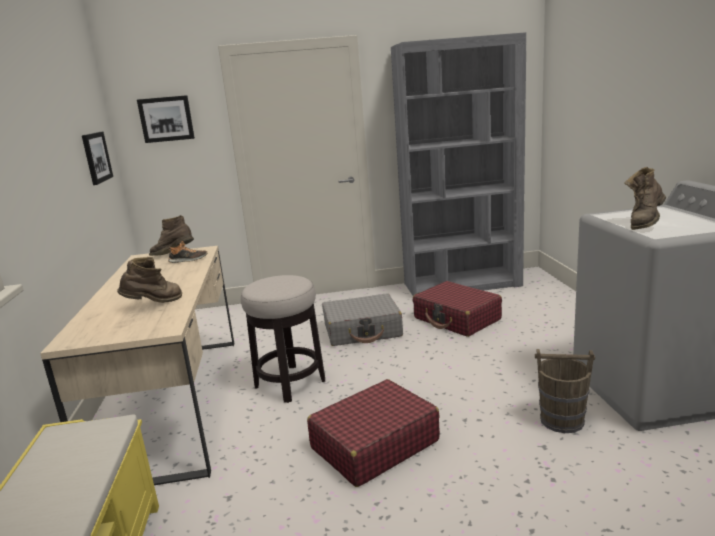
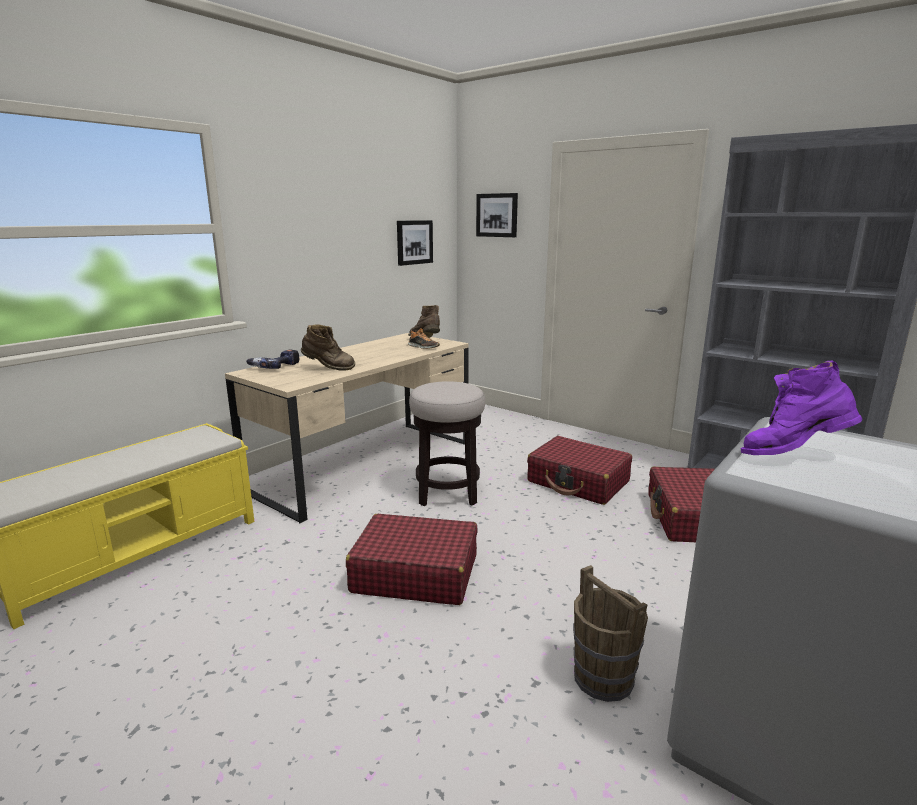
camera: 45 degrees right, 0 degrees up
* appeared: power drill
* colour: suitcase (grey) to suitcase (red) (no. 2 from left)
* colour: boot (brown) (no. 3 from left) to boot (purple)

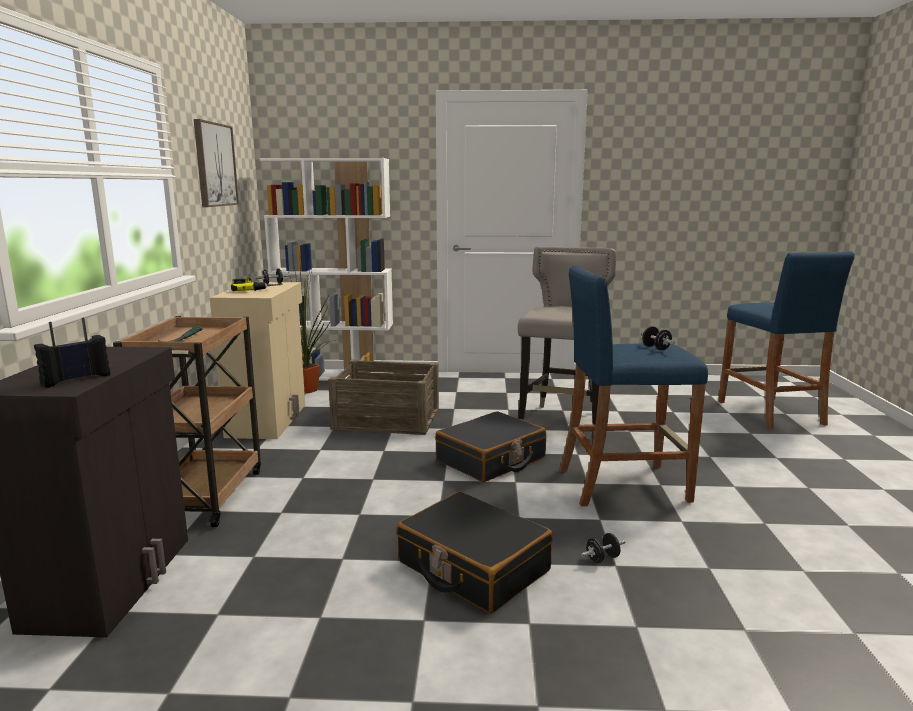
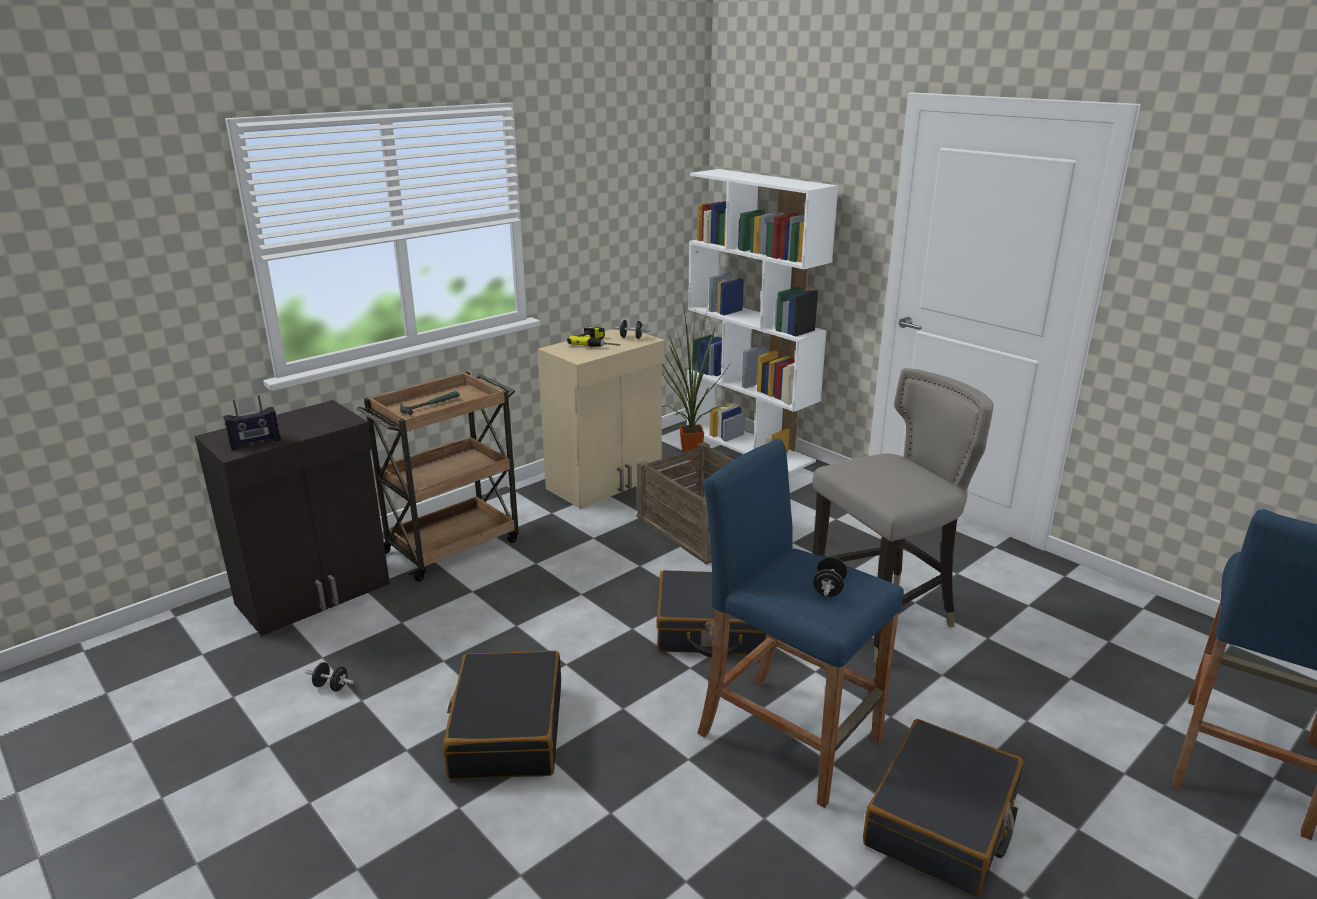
camera: 45 degrees right, 10 degrees up
* spun: radio 150 degrees clockwise
* relocated: dumbbell (black) (no. 2 from left in the first image) to dumbbell (black) (no. 1 from left)
* appeared: suitcase (black) (no. 3 from left)
* missing: picture

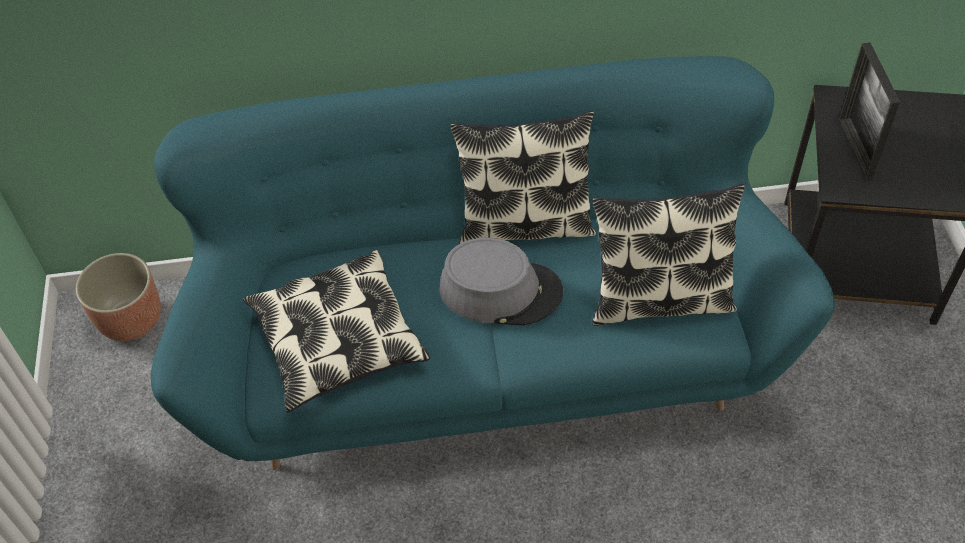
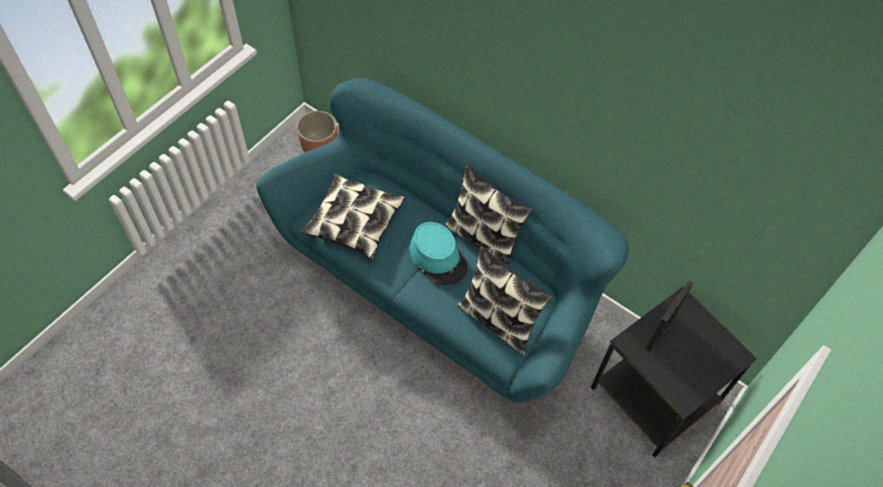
camera: 40 degrees right, 5 degrees up
* colour: hat (grey) to hat (turquoise)

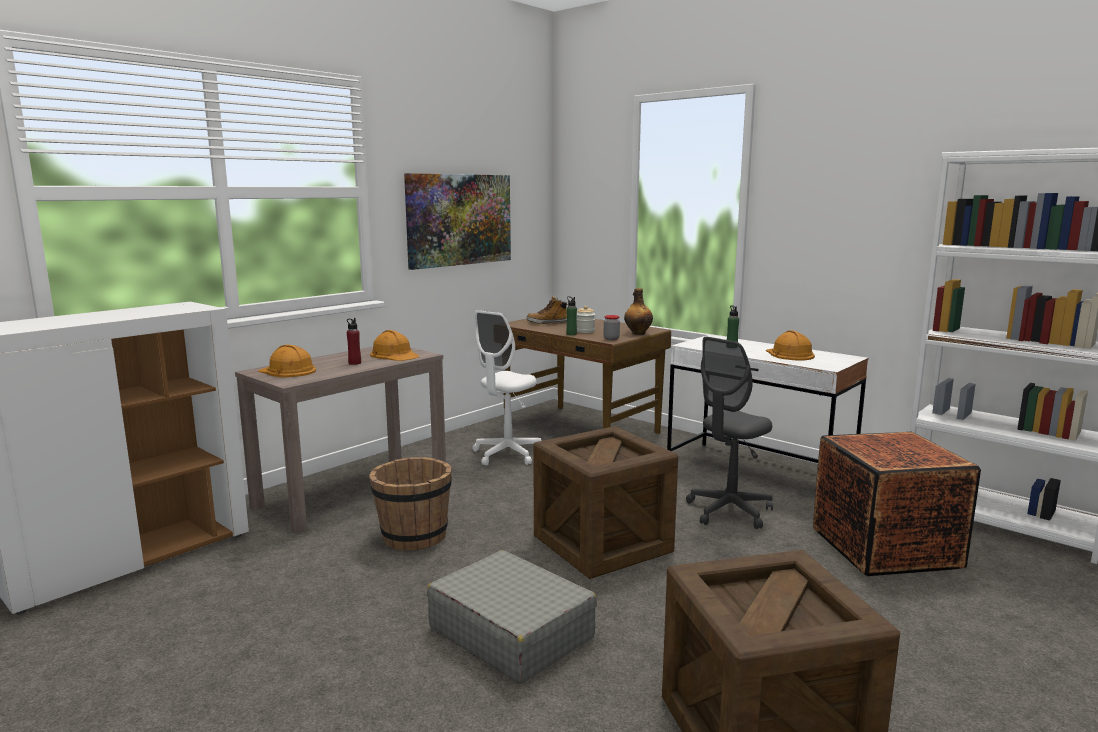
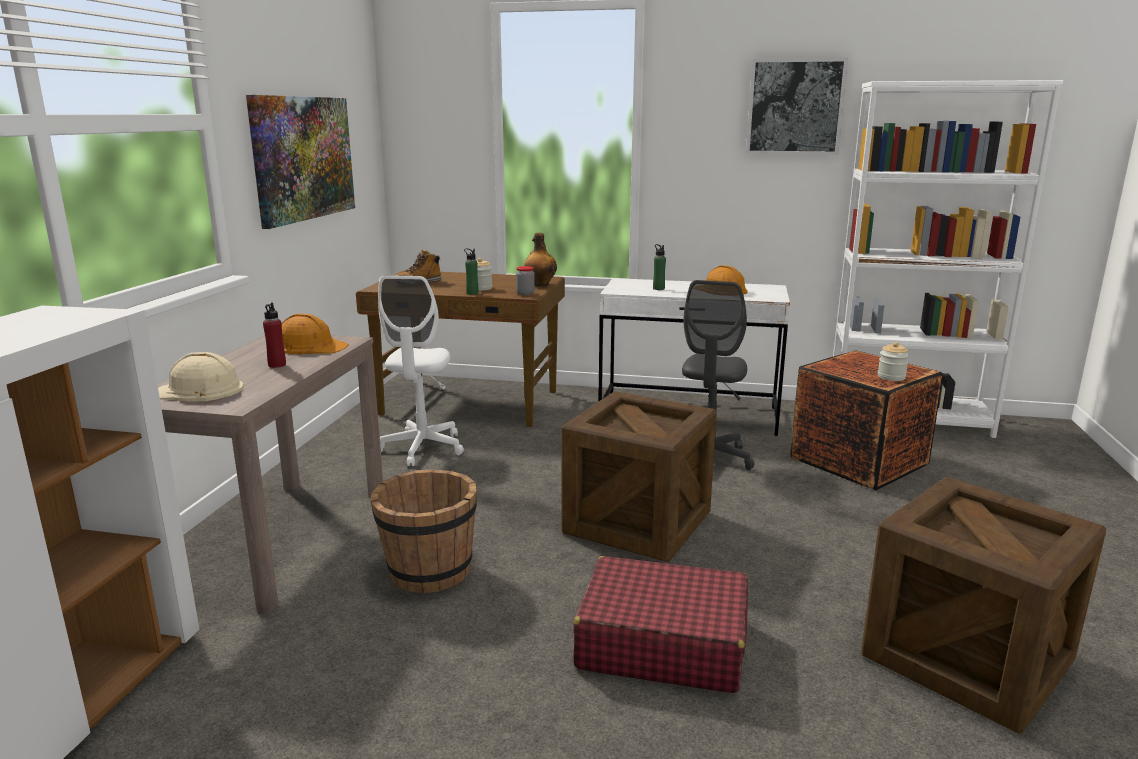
camera: 30 degrees left, 5 degrees up
* colour: hard hat (orange) (no. 1 from left) to hard hat (beige)
* colour: suitcase (grey) to suitcase (red)
* appeared: picture (no. 2 from left)
* appeared: jar (no. 3 from left)

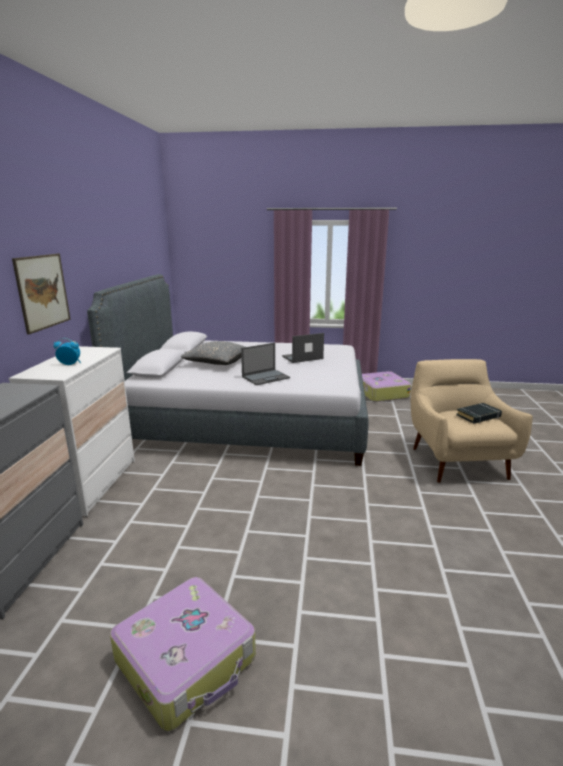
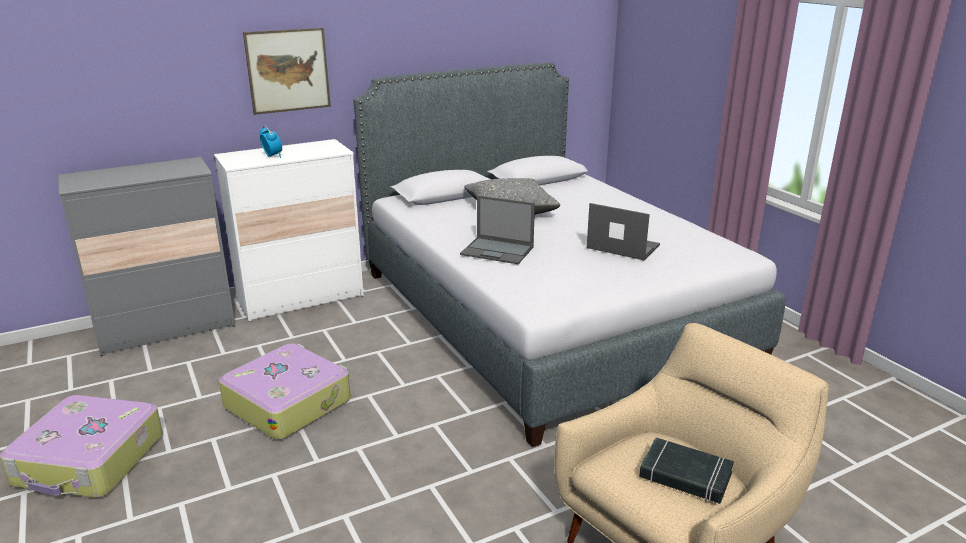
camera: 55 degrees right, 5 degrees up
* relocated: suitcase (no. 2 from left)

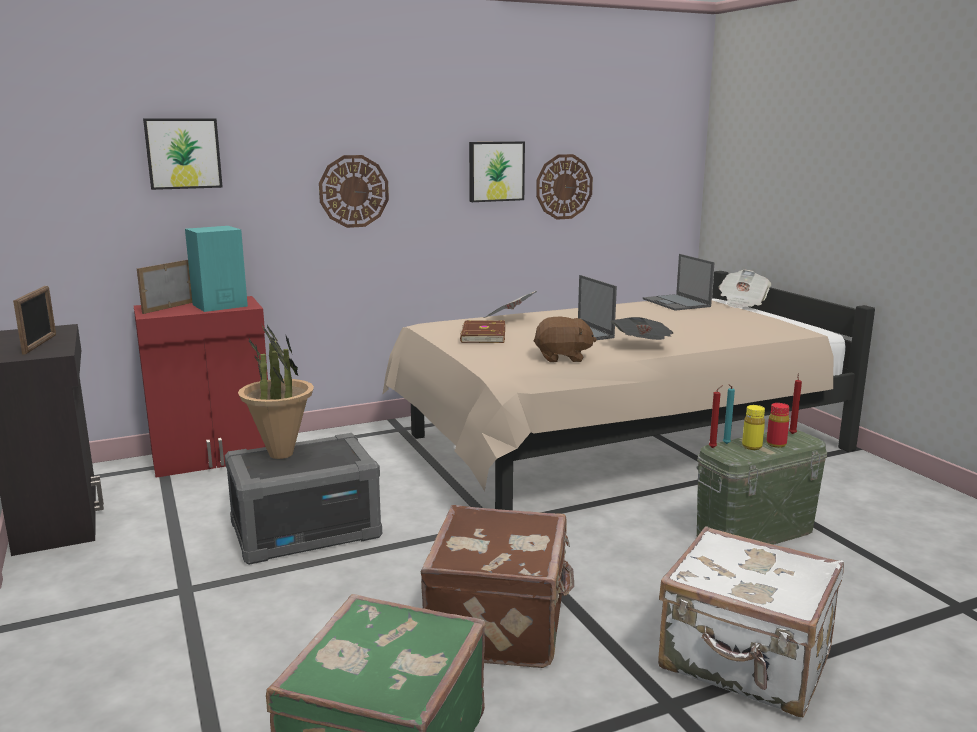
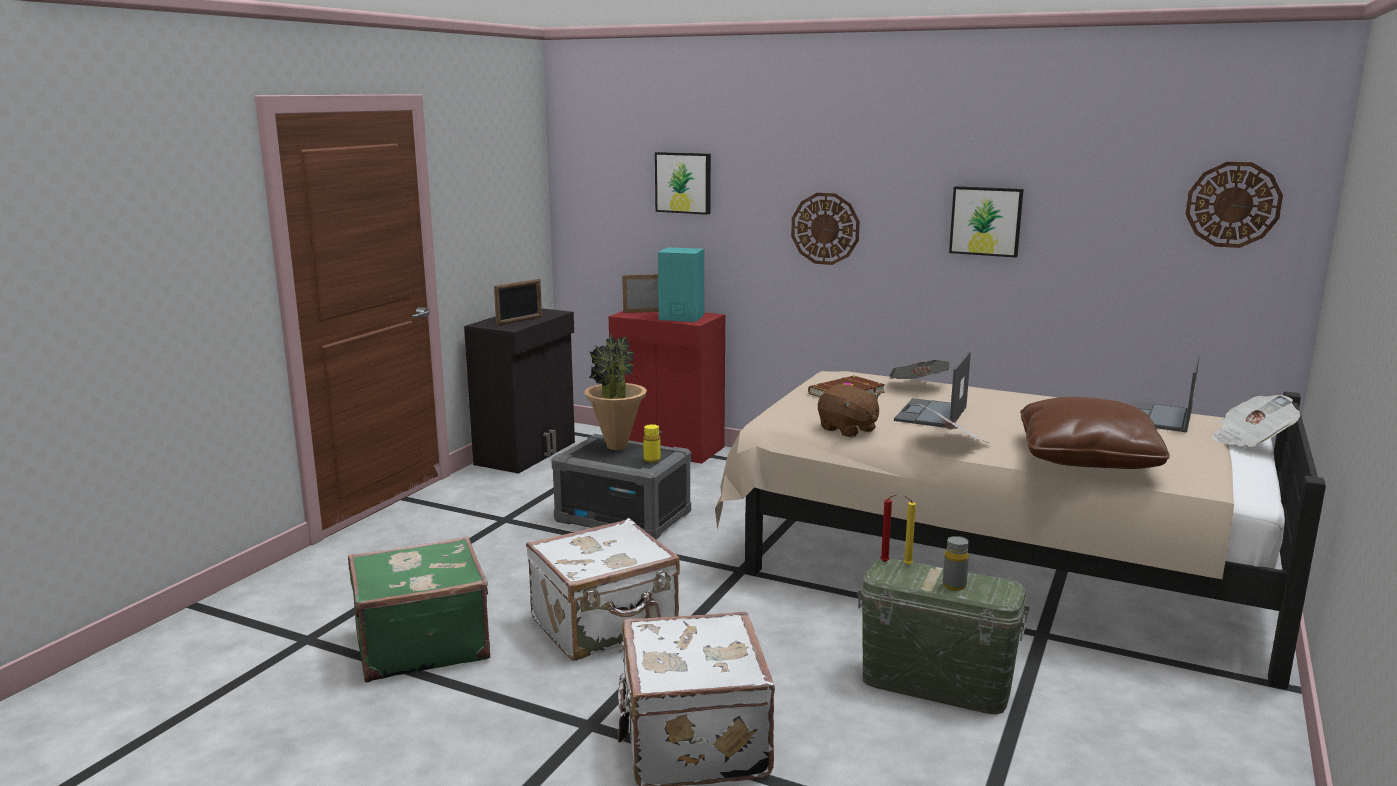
camera: 50 degrees right, 0 degrees up
* colour: suitcase (brown) to suitcase (white) (no. 1 from left)
* relocated: bottle (yellow)
* colour: candle (turquoise) to candle (yellow)
* colour: bottle (red) to bottle (grey)
* appeared: pillow (brown)
* relocated: wall clock (no. 2 from left)
* missing: candle (red) (no. 2 from left)

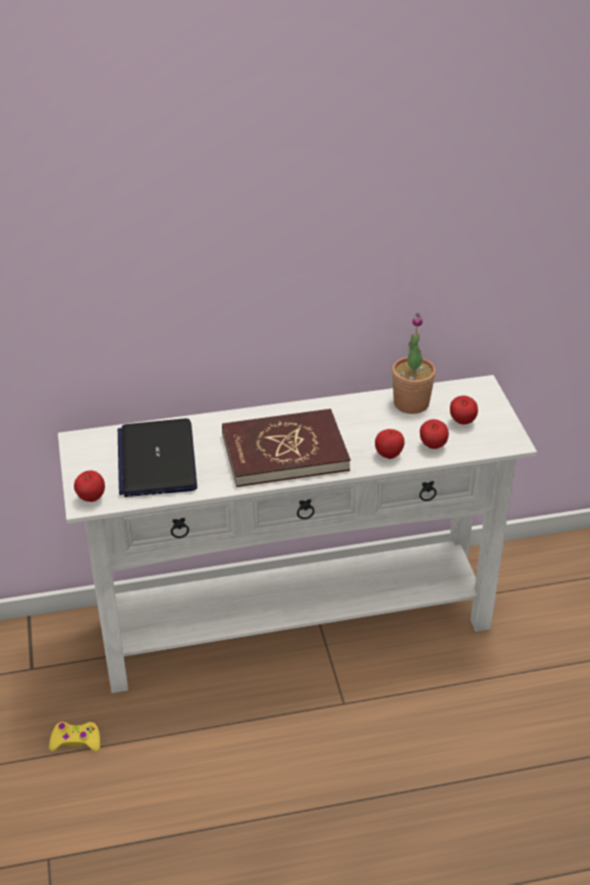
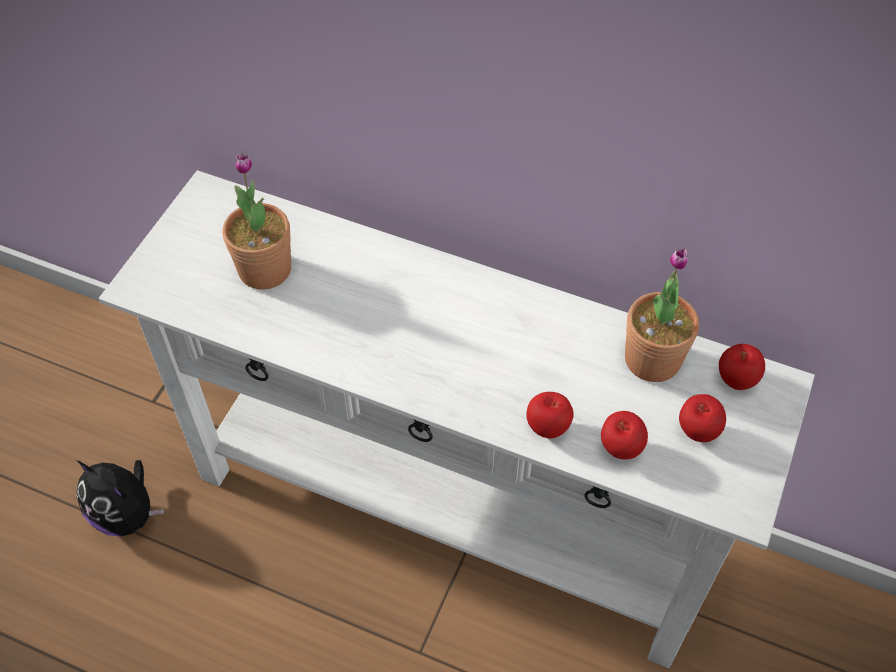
camera: 35 degrees right, 15 degrees up
* exchanged: game controller (yellow) to plush toy
* exchanged: laptop to potted plant (no. 1 from left)
* relocated: apple (no. 1 from left in the first image) to apple (no. 4 from left)
* missing: book (red)

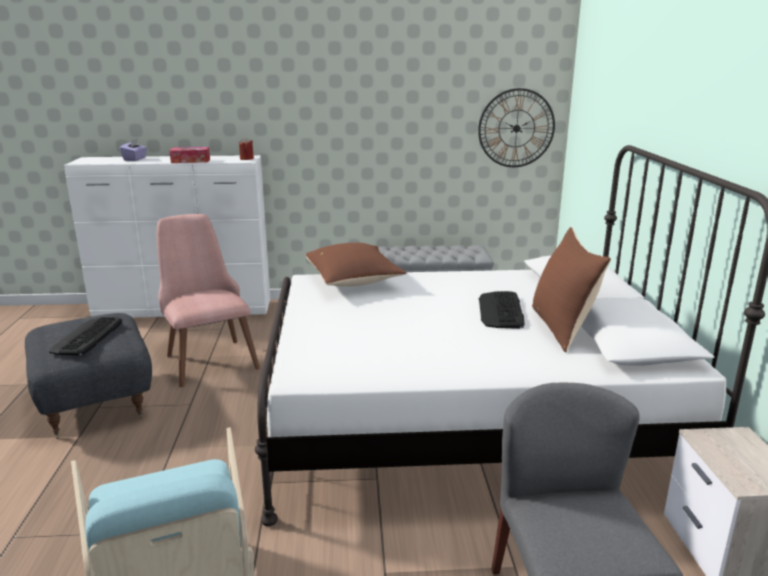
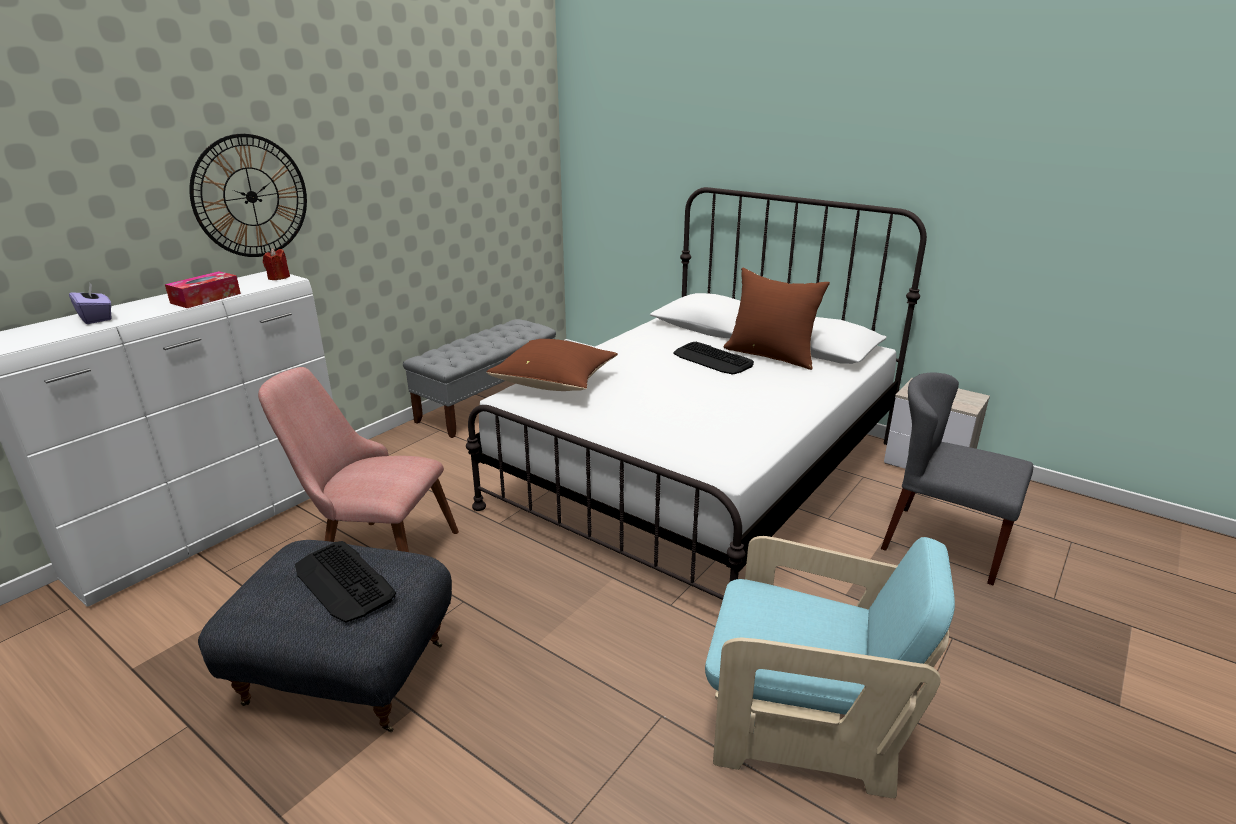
camera: 50 degrees left, 5 degrees up
* relocated: wall clock

